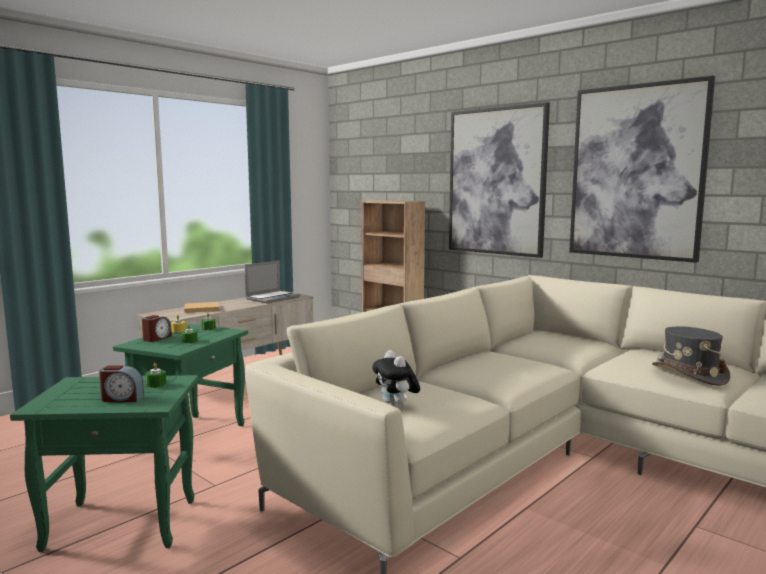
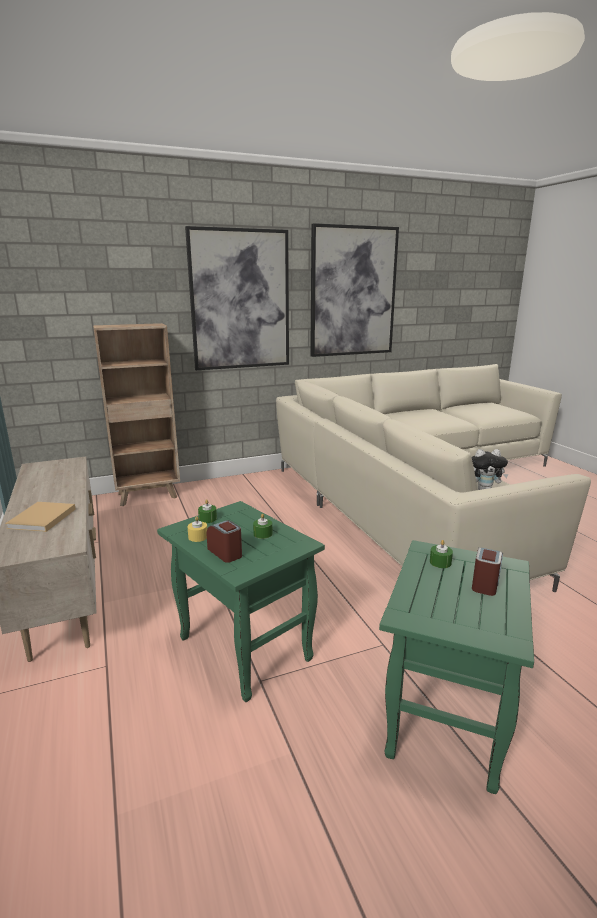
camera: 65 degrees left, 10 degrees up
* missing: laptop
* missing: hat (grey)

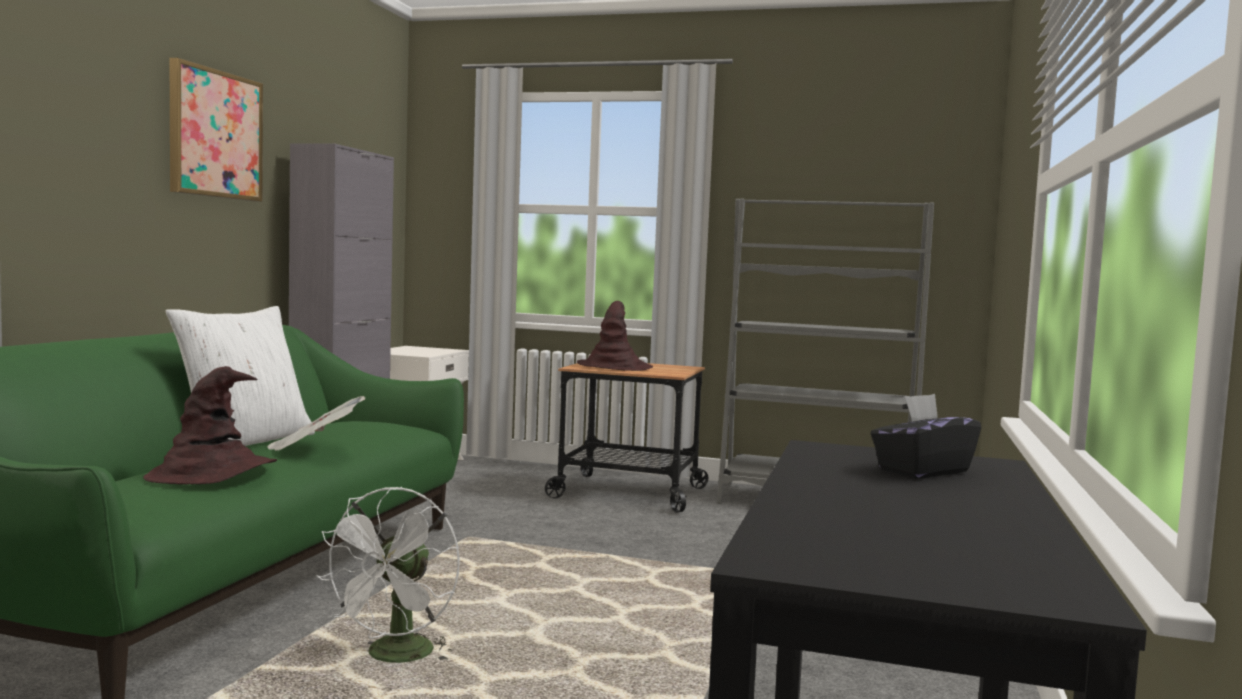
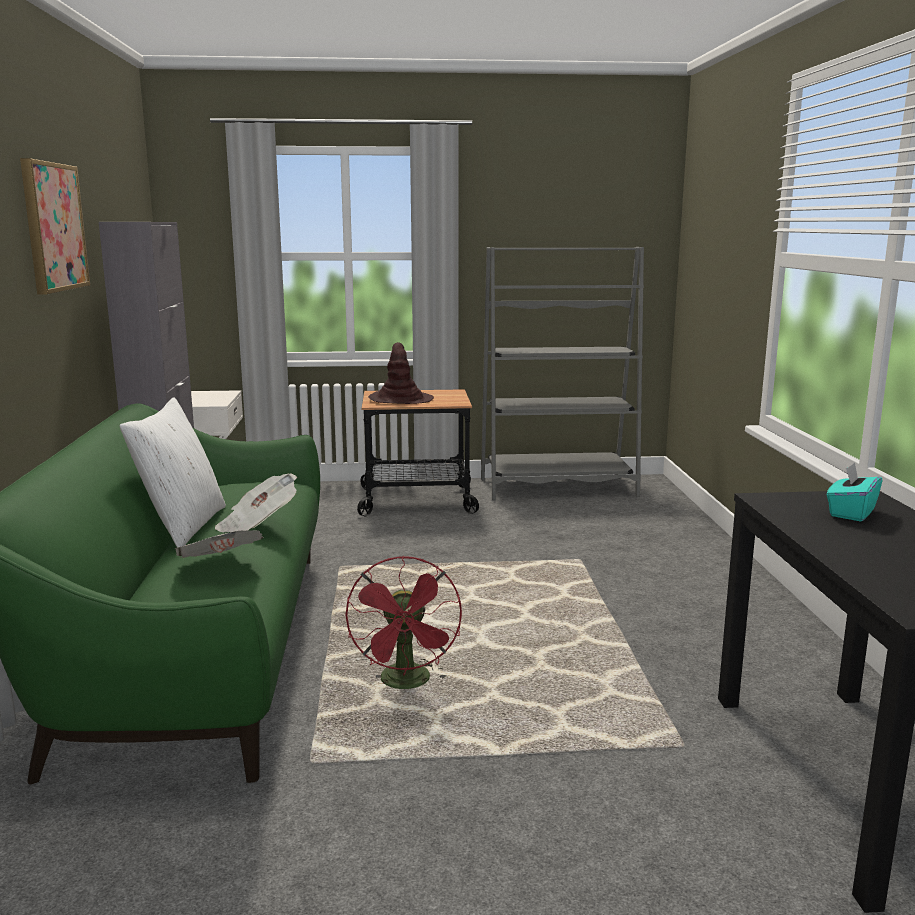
camera: 20 degrees left, 10 degrees up
* exchanged: hat (brown) (no. 1 from left) to newspaper (no. 1 from left)
* colour: fan (white) to fan (red)
* colour: tissue box (black) to tissue box (turquoise)

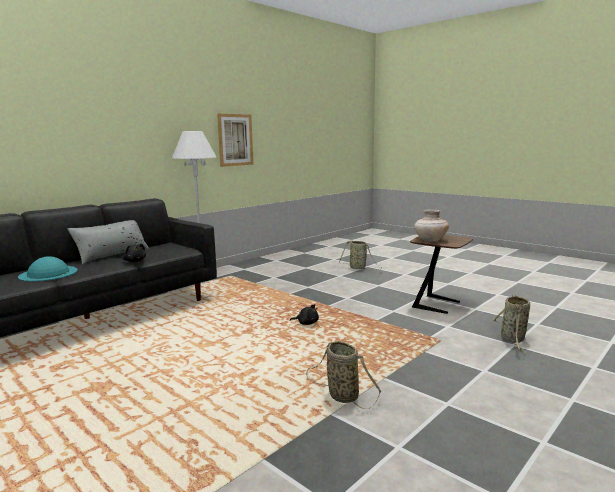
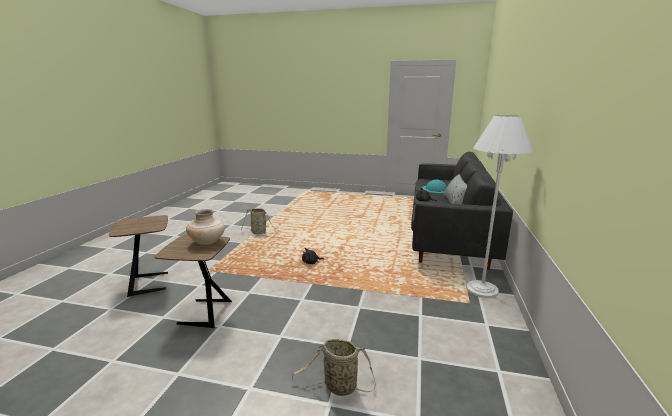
camera: 150 degrees right, 5 degrees up
* exchanged: basket (no. 3 from left) to side table (brown) (no. 1 from left)
* missing: picture

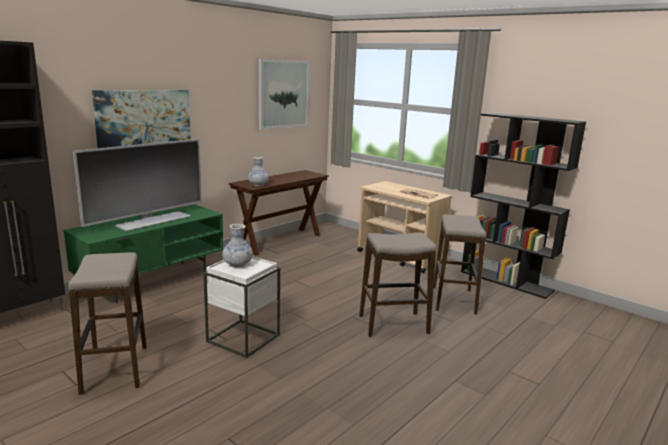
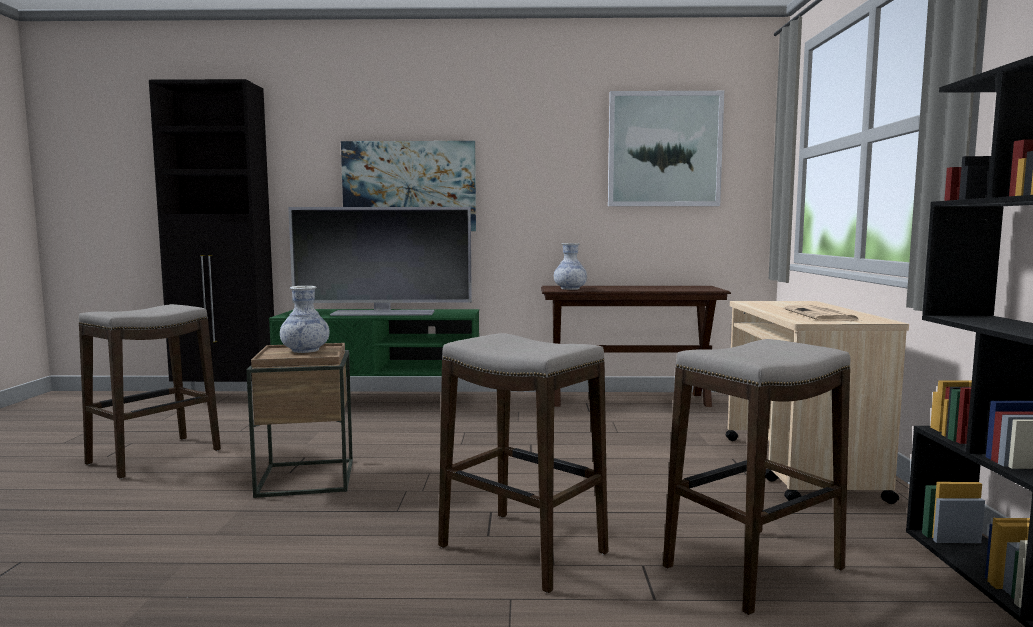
camera: 50 degrees right, 10 degrees down
* colour: side table (white) to side table (brown)

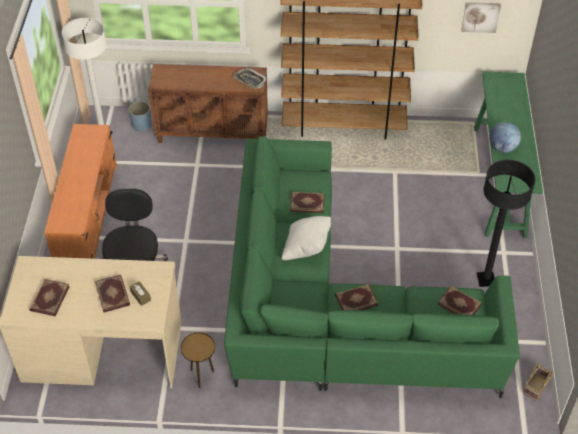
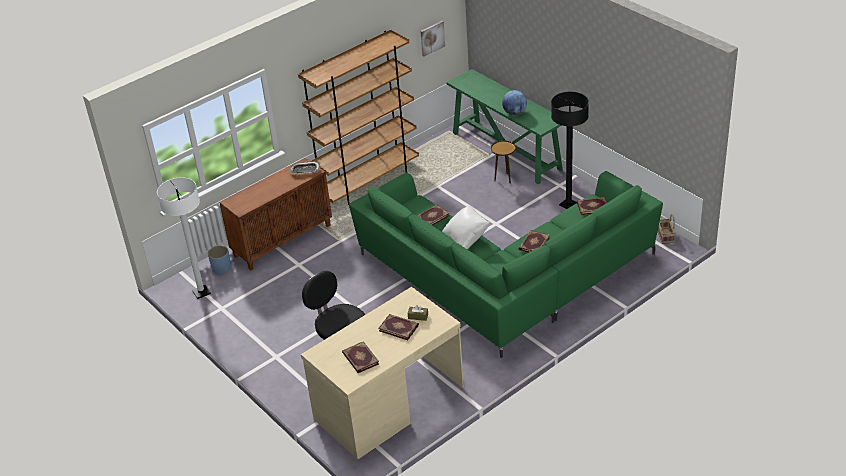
camera: 40 degrees left, 10 degrees down
* relocated: side table (brown)
* missing: tv stand (orange)

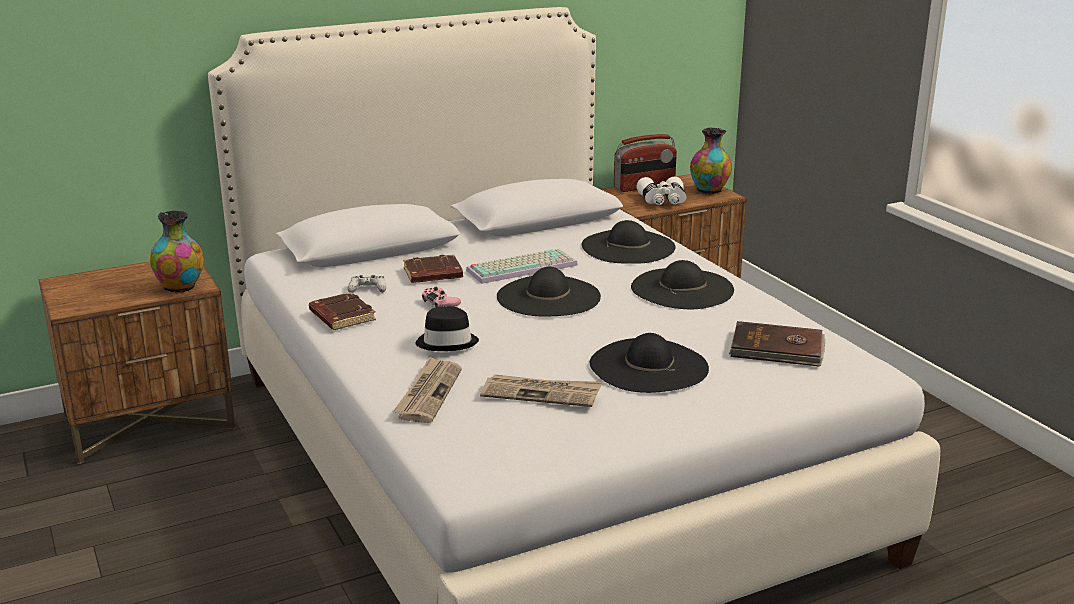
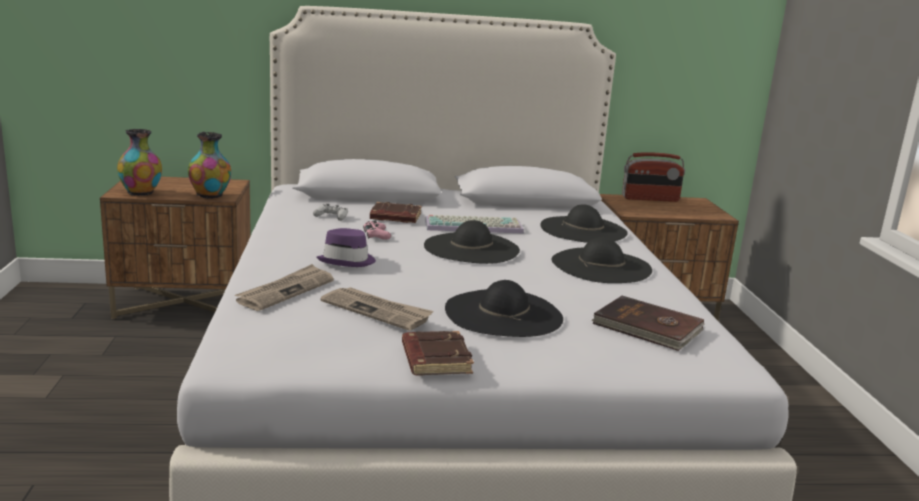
camera: 20 degrees right, 5 degrees down
* relocated: vase (no. 2 from left in the first image) to vase (no. 1 from left)
* colour: hat (black) (no. 1 from left) to hat (purple)
* relocated: book (brown) (no. 1 from left in the first image) to book (brown) (no. 2 from left)
* missing: binoculars (white)

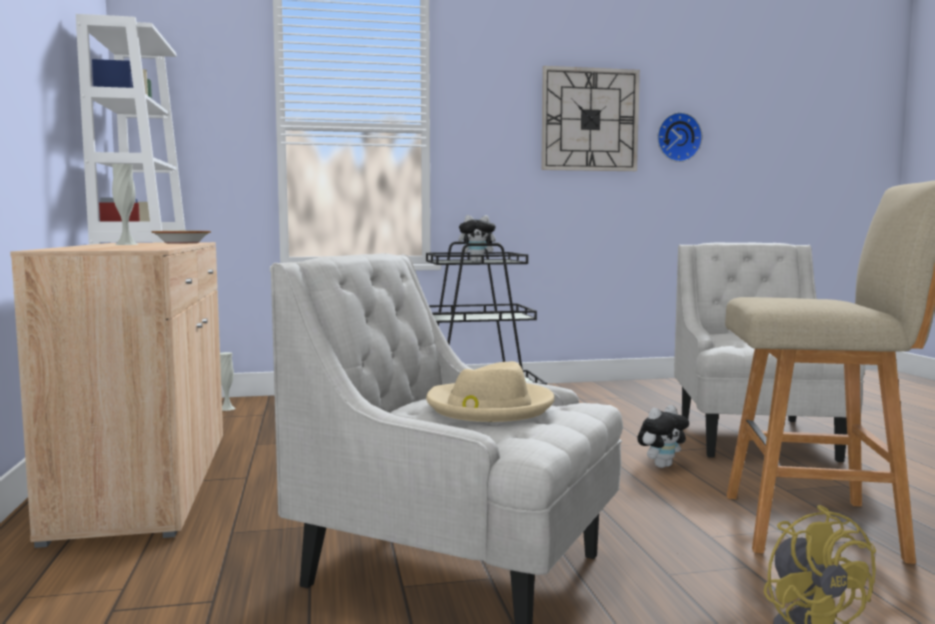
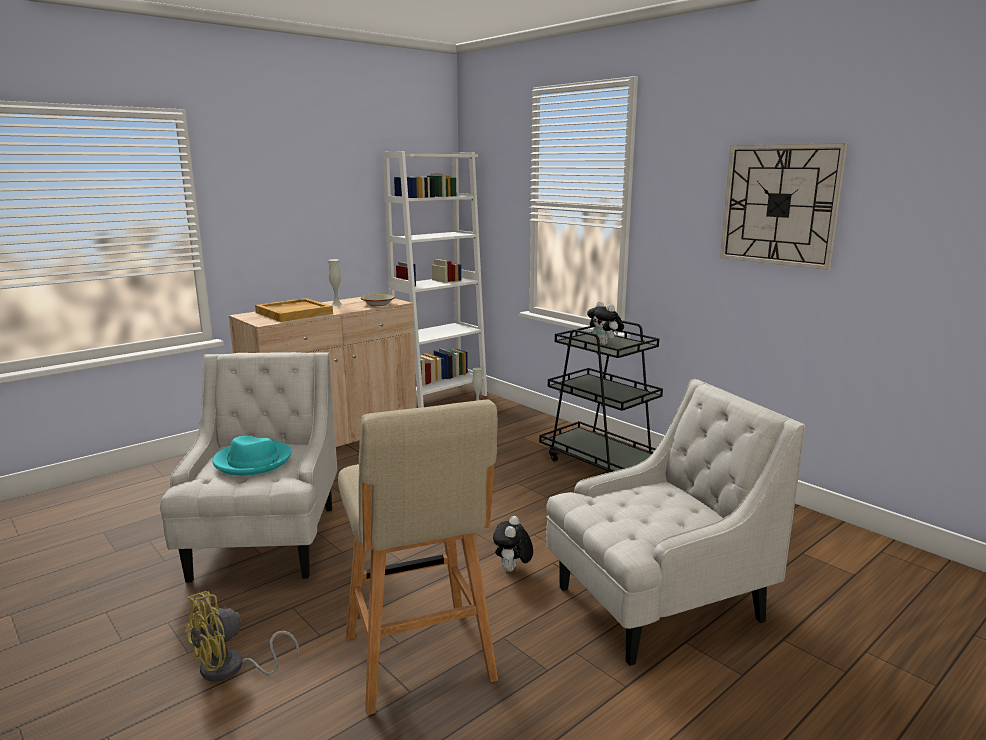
camera: 60 degrees right, 10 degrees up
* colour: hat (beige) to hat (turquoise)
* appeared: tray (beige)
* spun: plush toy (no. 2 from left in the first image) 75 degrees clockwise
* missing: wall clock (no. 2 from left)

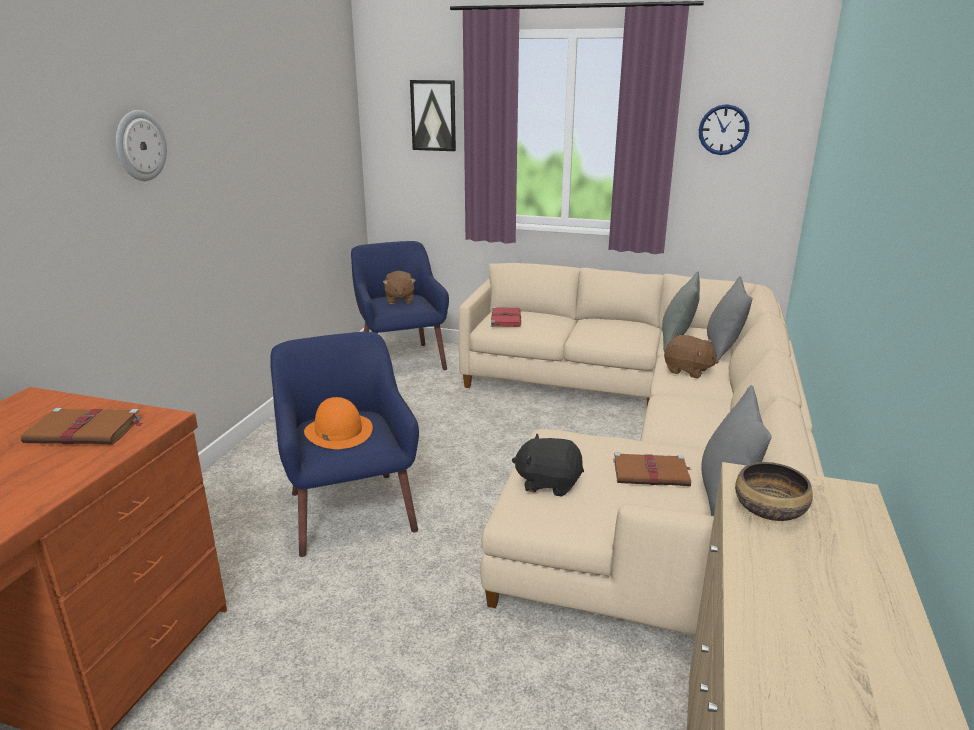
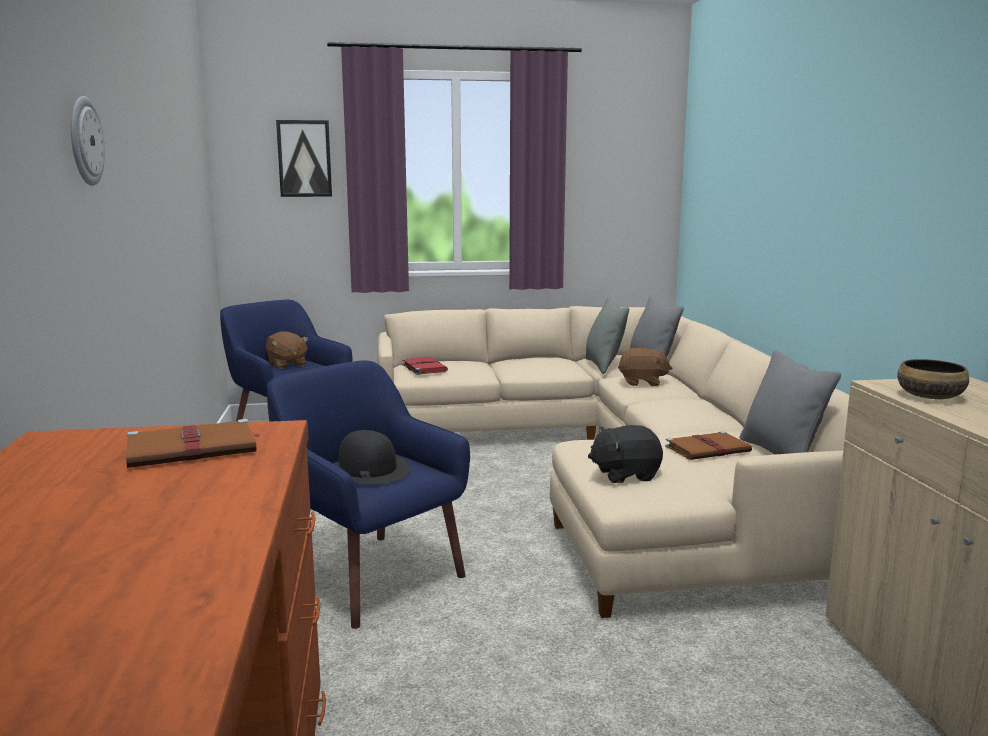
camera: 25 degrees left, 10 degrees down
* colour: hat (orange) to hat (black)
* missing: wall clock (no. 2 from left)

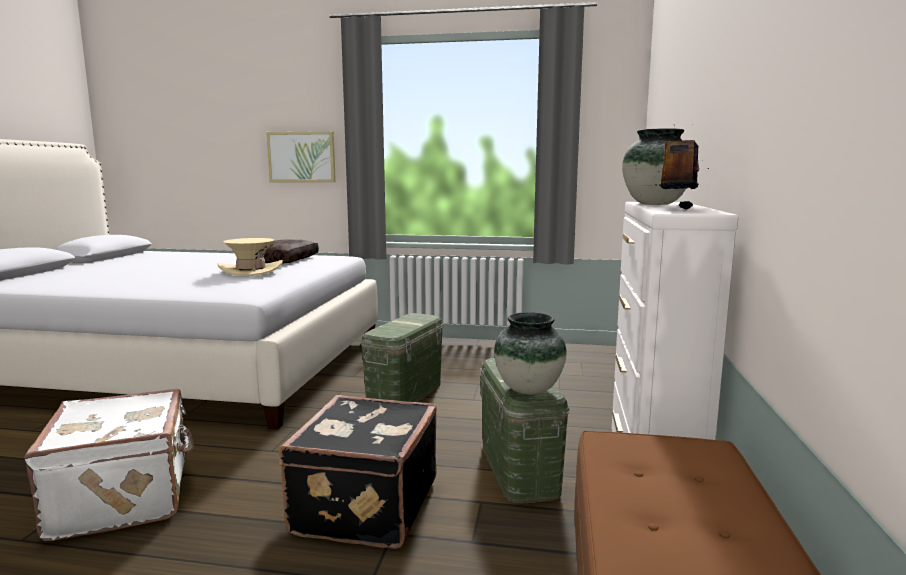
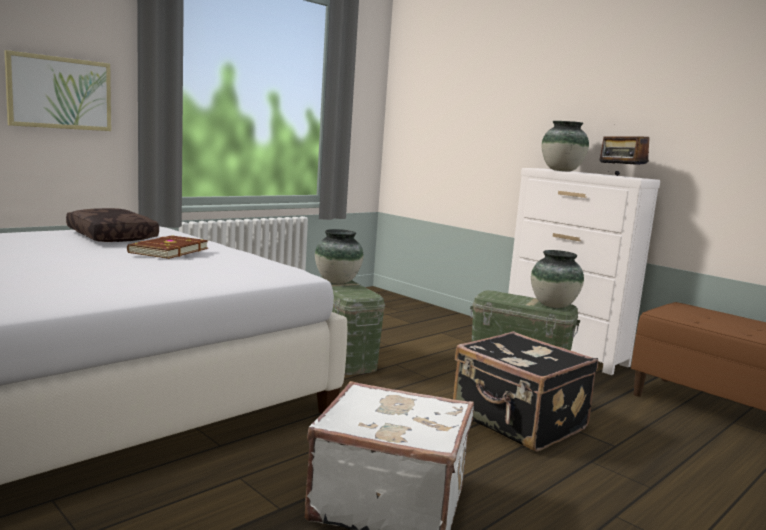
camera: 55 degrees left, 0 degrees up
* exchanged: hat (beige) to book (brown)
* appeared: vase (no. 1 from left)

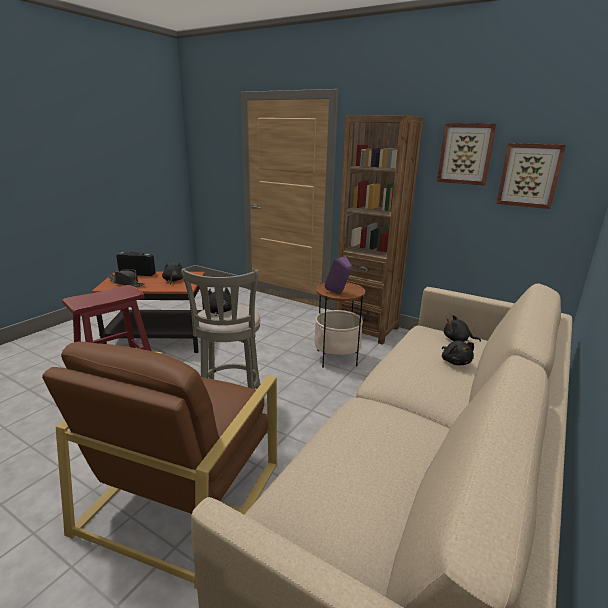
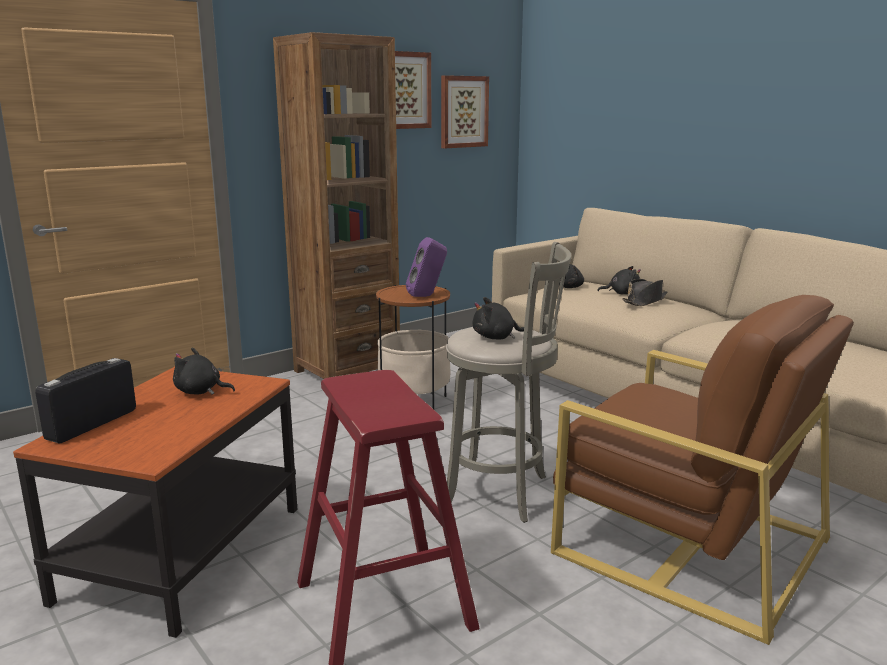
camera: 70 degrees left, 5 degrees down
* relocated: hat (black)

